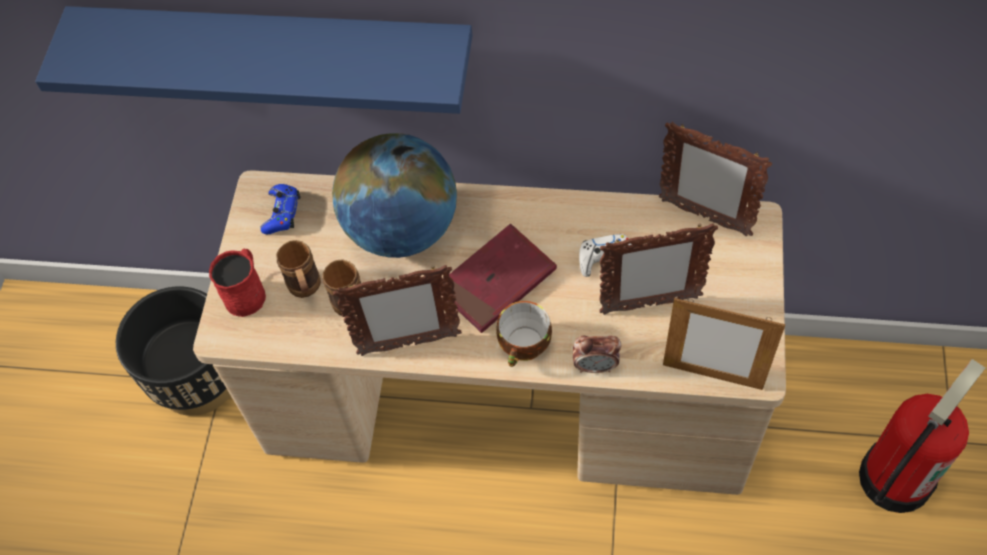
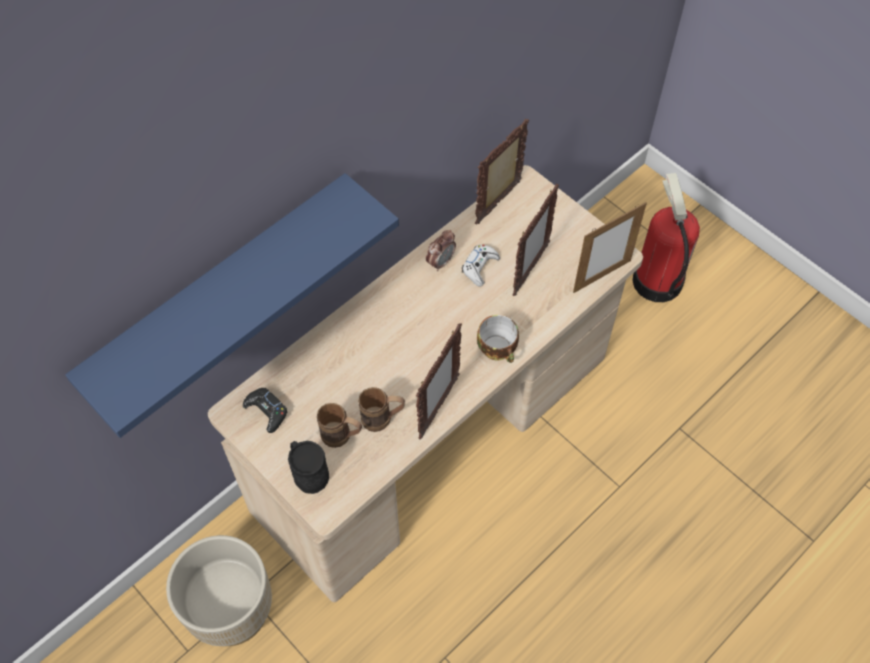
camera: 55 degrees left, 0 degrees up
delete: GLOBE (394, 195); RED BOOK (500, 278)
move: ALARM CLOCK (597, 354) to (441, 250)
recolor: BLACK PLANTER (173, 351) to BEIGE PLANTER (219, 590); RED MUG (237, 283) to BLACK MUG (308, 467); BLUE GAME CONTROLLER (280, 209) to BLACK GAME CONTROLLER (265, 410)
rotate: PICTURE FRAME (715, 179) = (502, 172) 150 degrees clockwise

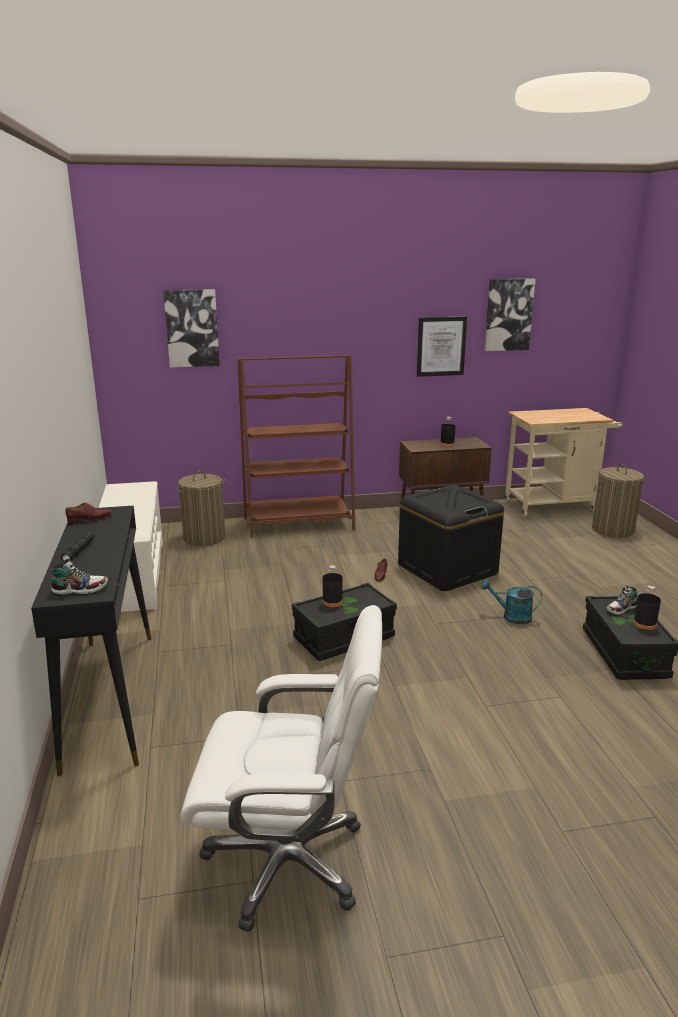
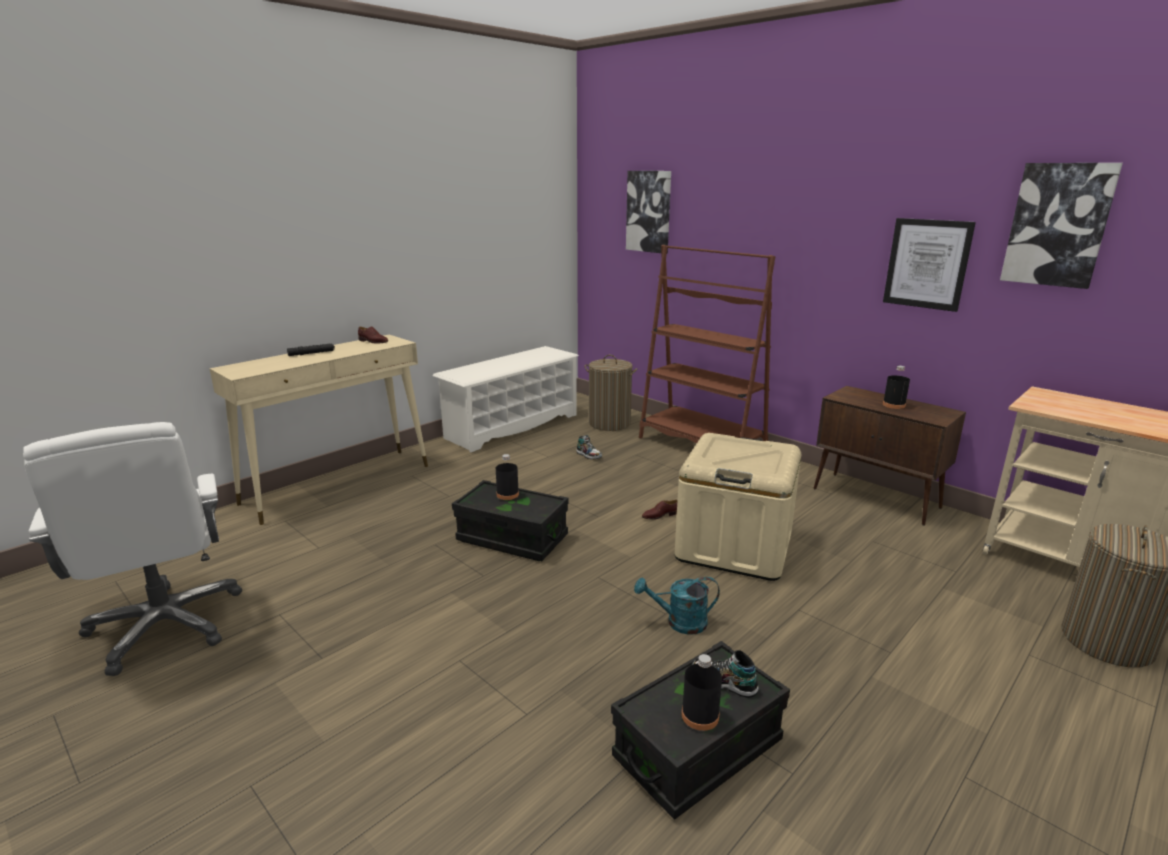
camera: 55 degrees right, 0 degrees up
move: SHOE (79, 577) to (589, 447)
recolor: BLACK CONSOLE TABLE (91, 641) to BEIGE CONSOLE TABLE (318, 430); BLACK STORAGE BOX (451, 538) to BEIGE STORAGE BOX (738, 507)
rotate: TURQUOISE WATERING CAN (511, 602) = (677, 605) 75 degrees counterclockwise

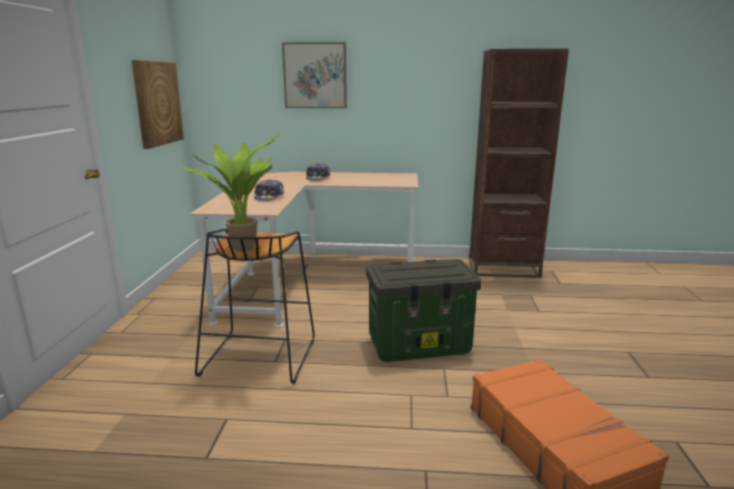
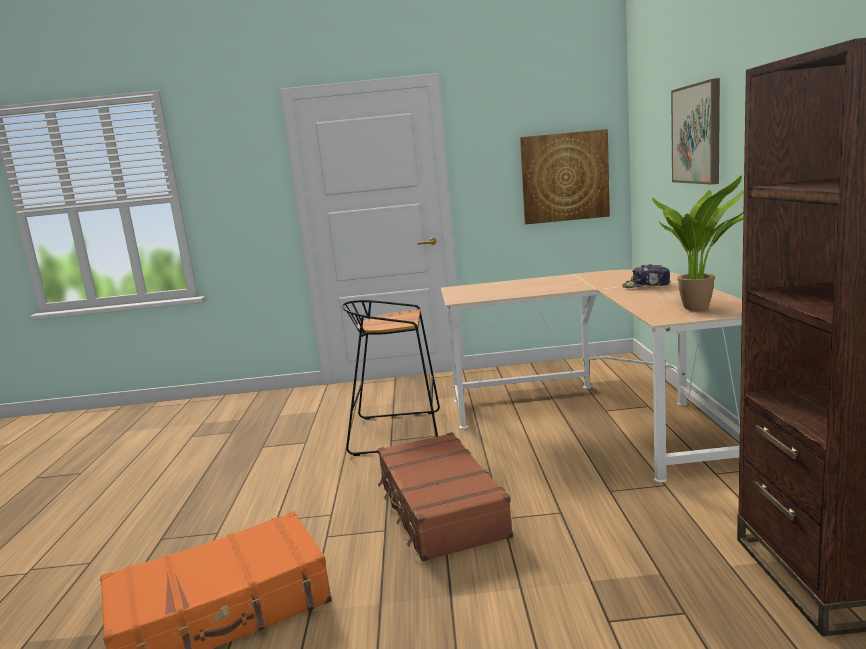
camera: 85 degrees right, 5 degrees down
delete: CAP (269, 190)
move: POTTED PLANT (230, 191) to (698, 243)
replace: STORAGE BOX (424, 310) to BROWN SUITCASE (445, 497)

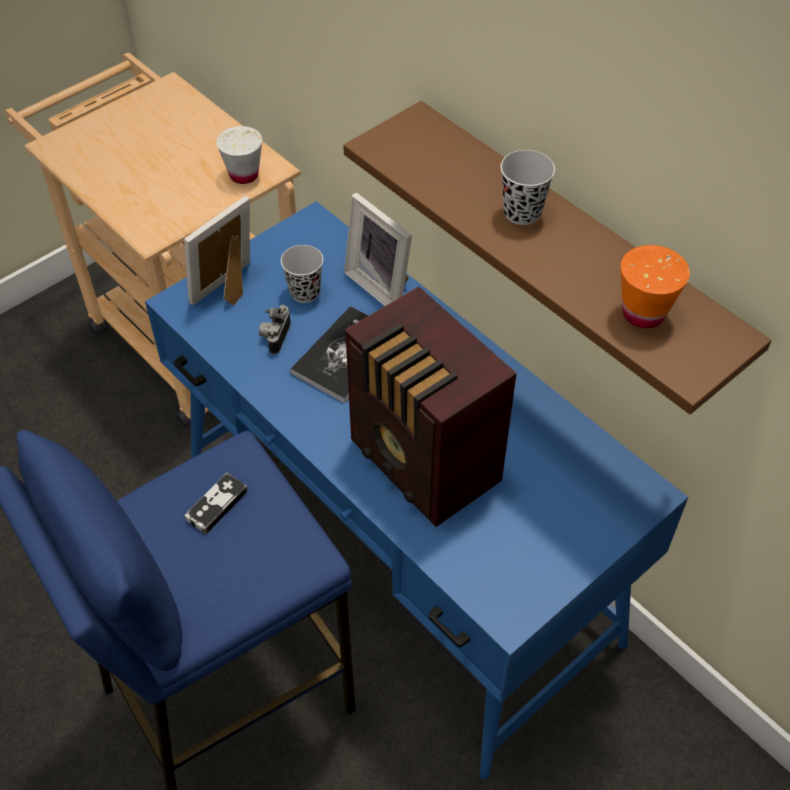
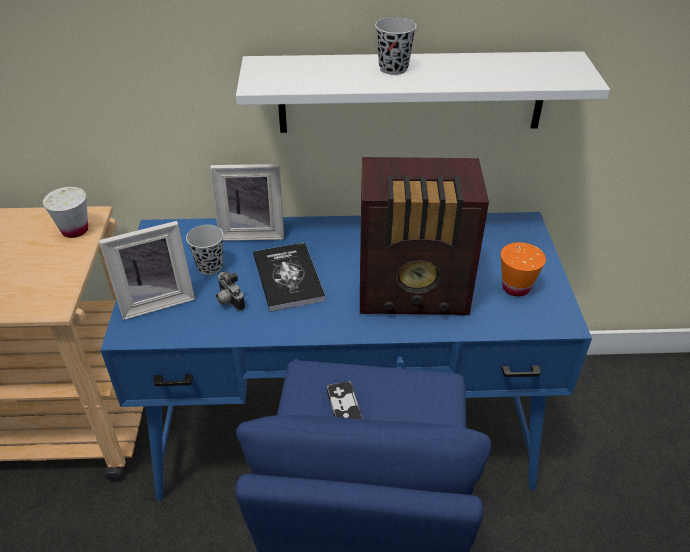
camera: 50 degrees left, 10 degrees down
move: ORANGE CUP (655, 287) to (523, 269)
recolor: BROWN SHELF (557, 257) to WHITE SHELF (423, 92)
rotate: PICTURE FRAME (217, 251) = (147, 270) 105 degrees counterclockwise

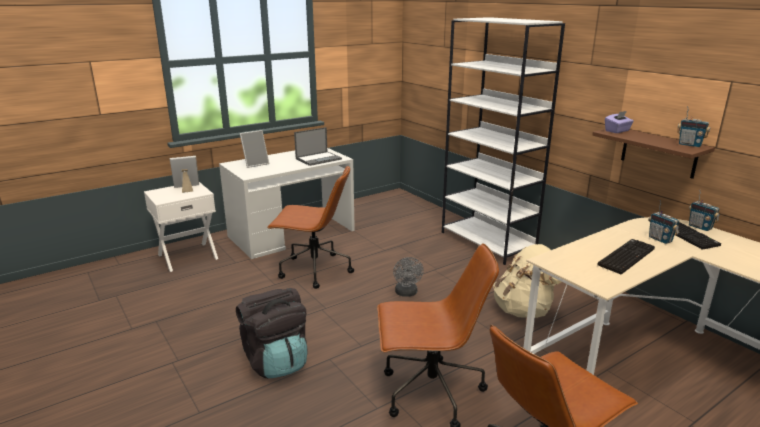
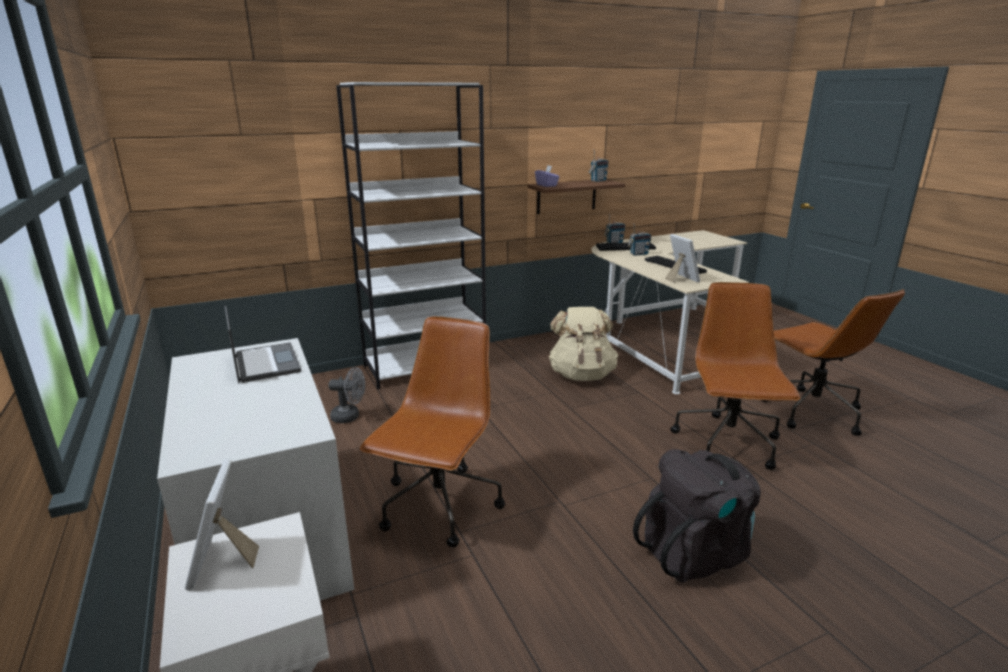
camera: 80 degrees left, 0 degrees up
move: PICTURE FRAME (254, 149) to (682, 258); GREY FAN (408, 277) to (346, 395)

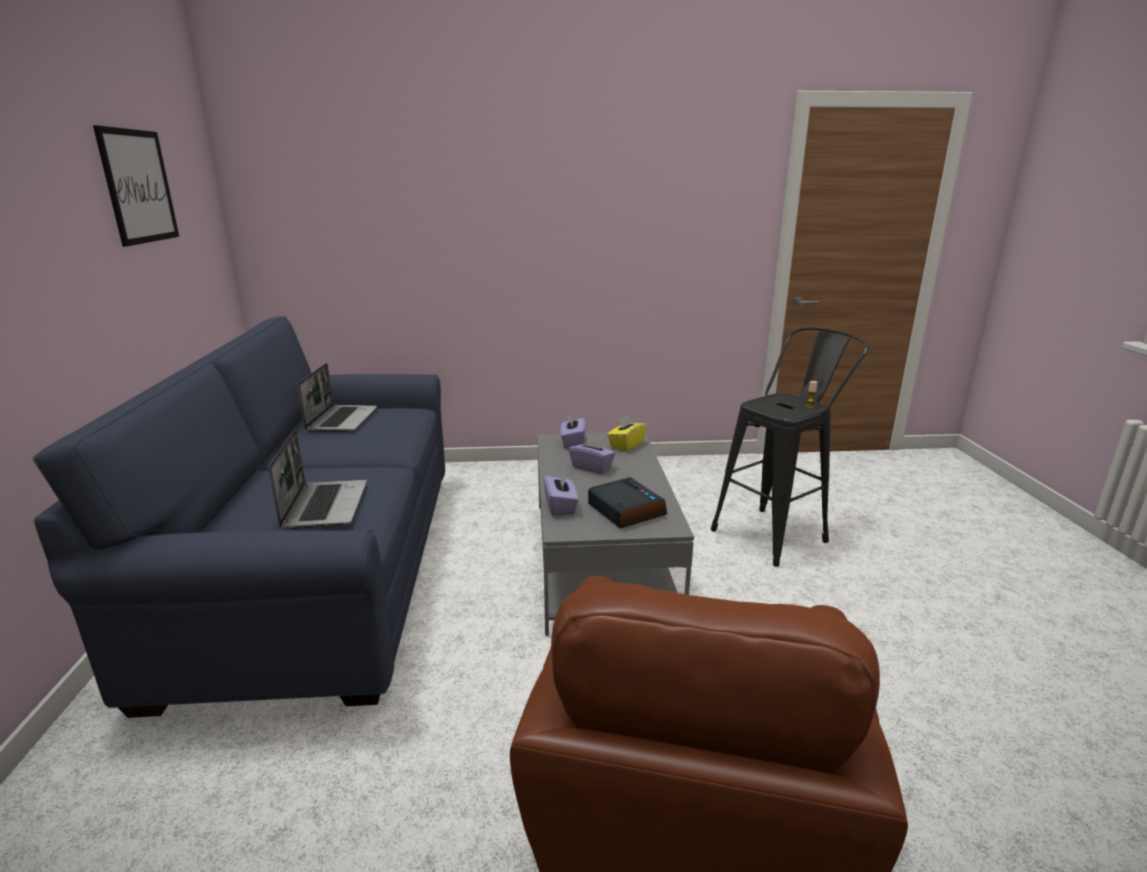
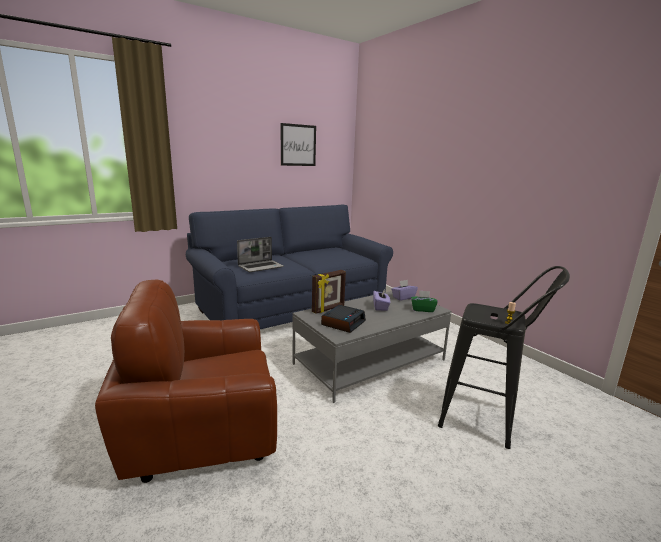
camera: 60 degrees right, 5 degrees down
delete: LAPTOP (337, 397)
replace: PURPLE TISSUE BOX (561, 493) to PICTURE FRAME (329, 291)
recolor: YELLOW TISSUE BOX (627, 433) to GREEN TISSUE BOX (424, 301)

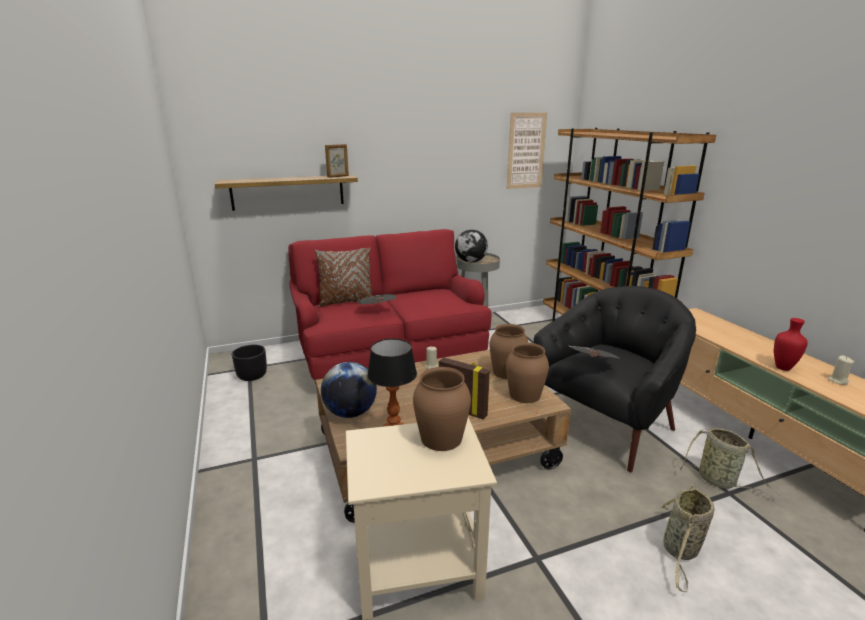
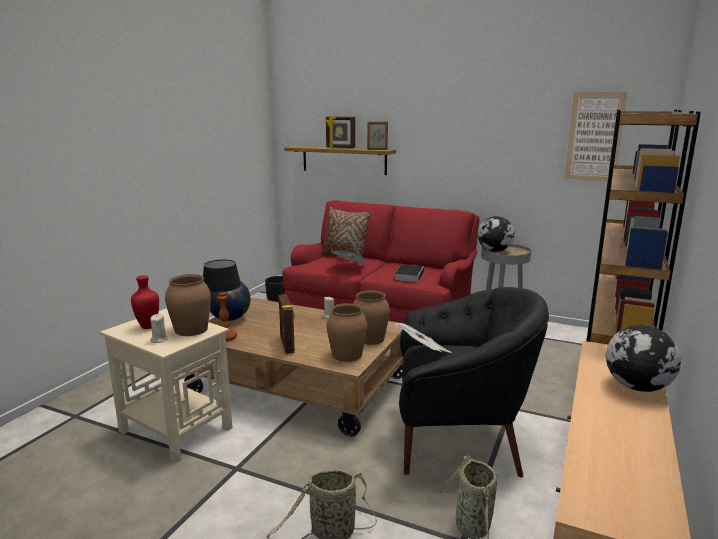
camera: 45 degrees right, 5 degrees down
insert: PICTURE FRAME (340, 131); BOOK (409, 273); GLOBE (643, 358)
move: RED VASE (791, 344) to (145, 302); BEIGE CANDLE (840, 370) to (159, 328)

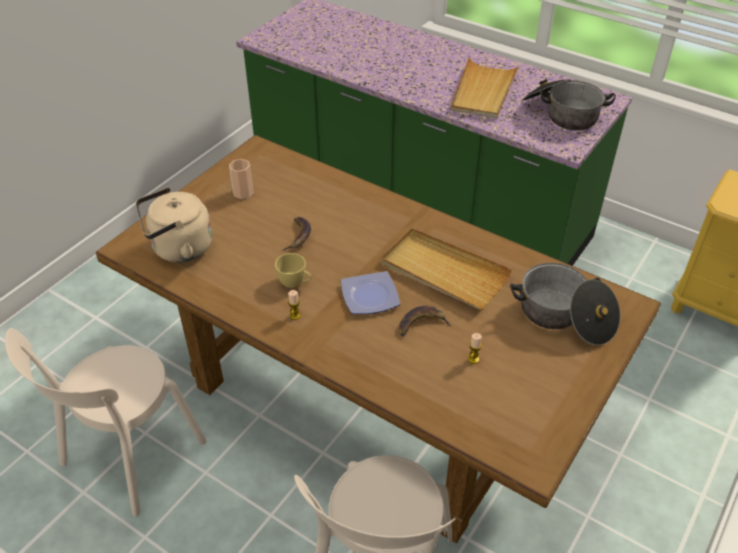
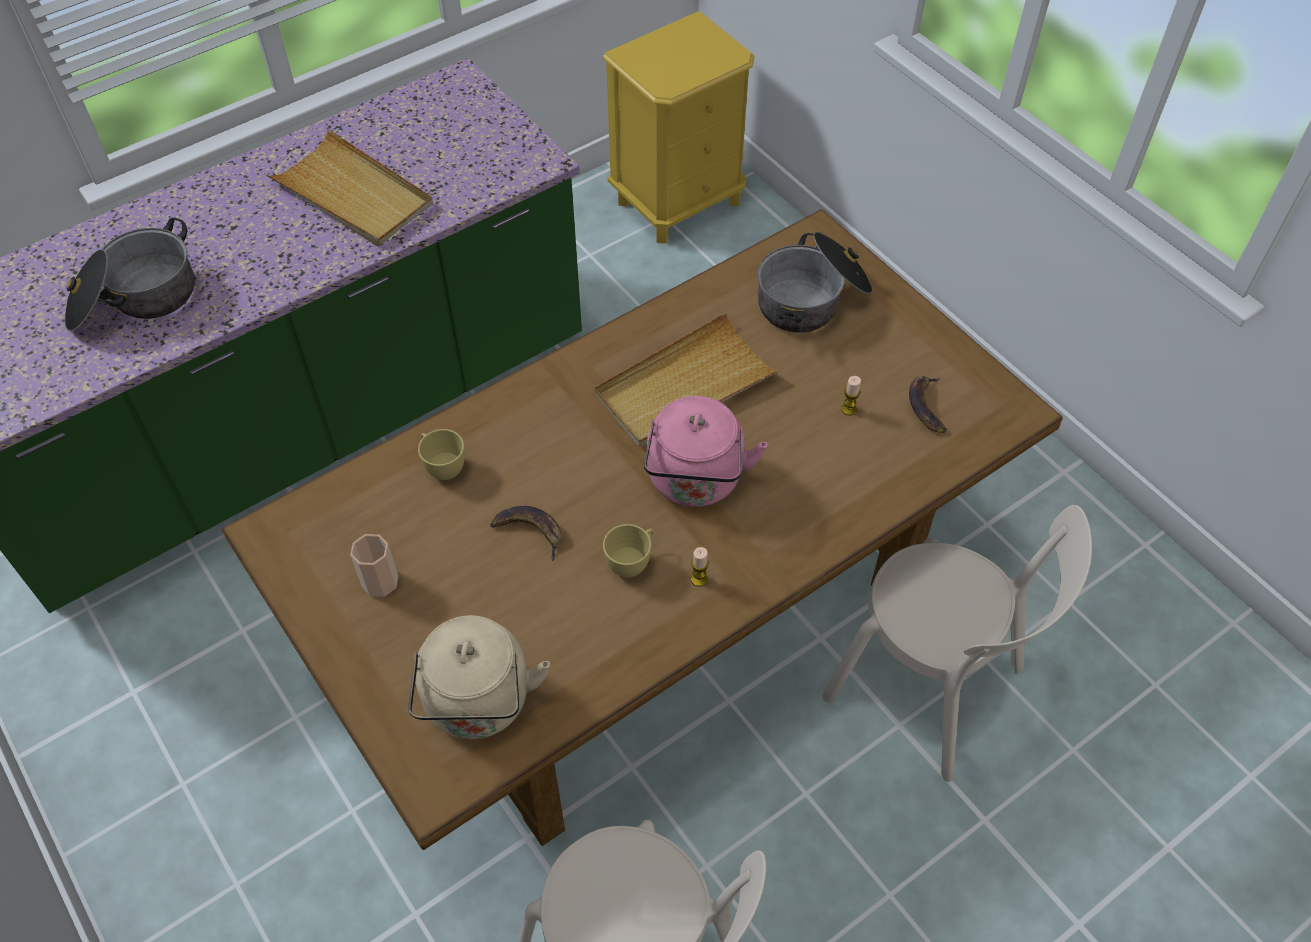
camera: 70 degrees left, 10 degrees up
insert: YELLOW CUP (441, 454)
move: BANANA (425, 320) to (928, 404); COOKING POT (569, 105) to (129, 274)
replace: PLATE (370, 292) to PINK KETTLE (705, 451)

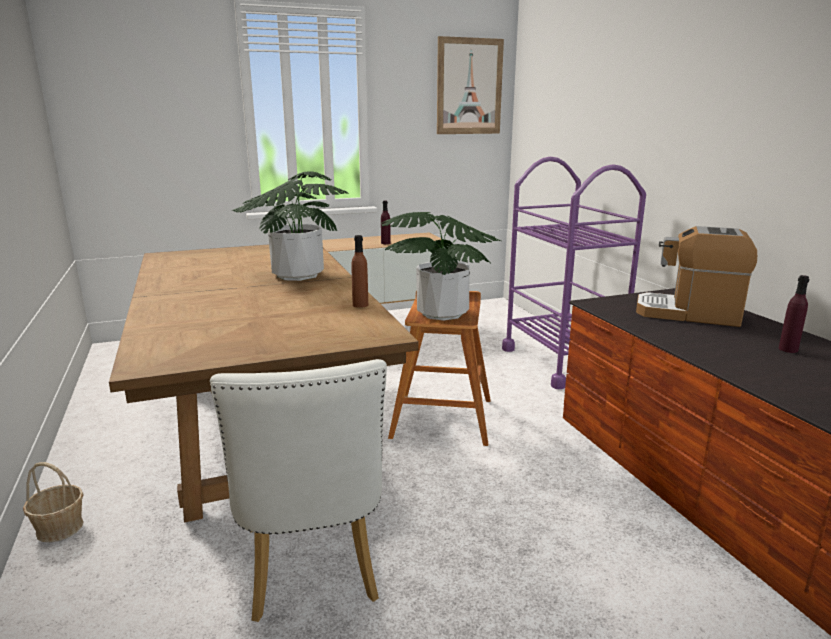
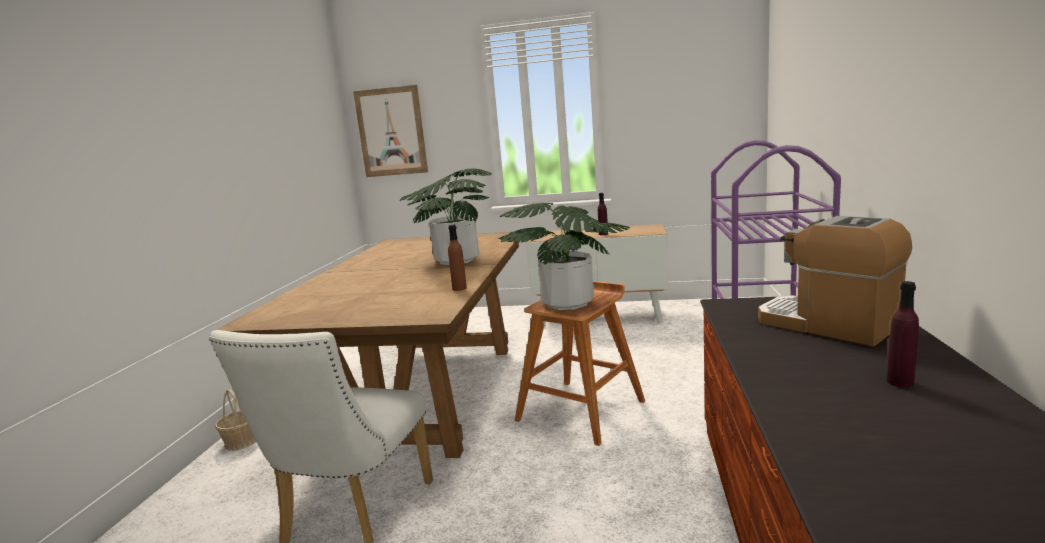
camera: 30 degrees right, 5 degrees down
move: PICTURE (470, 85) to (390, 131)

